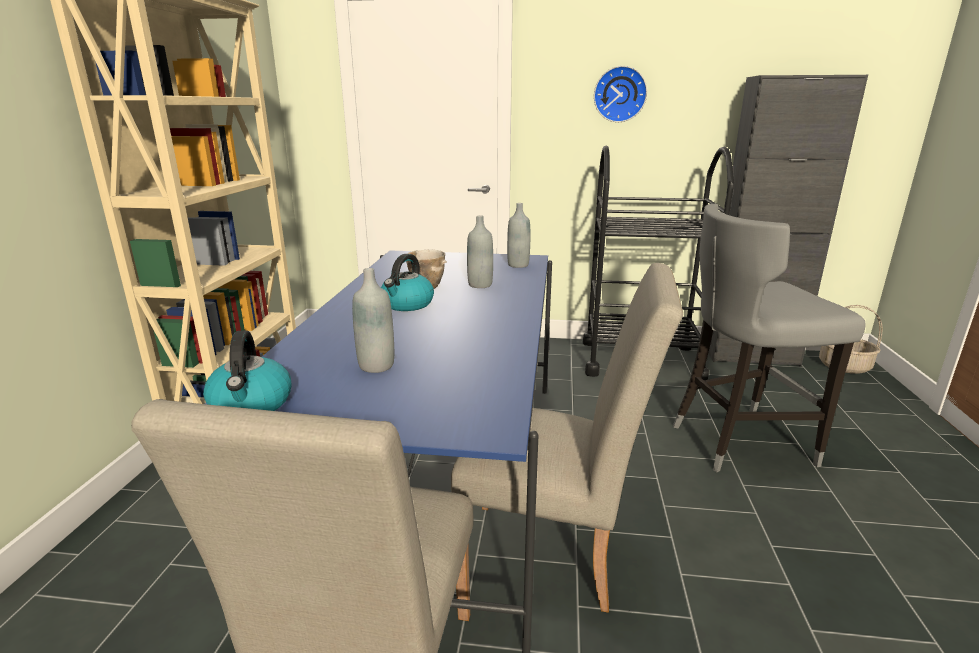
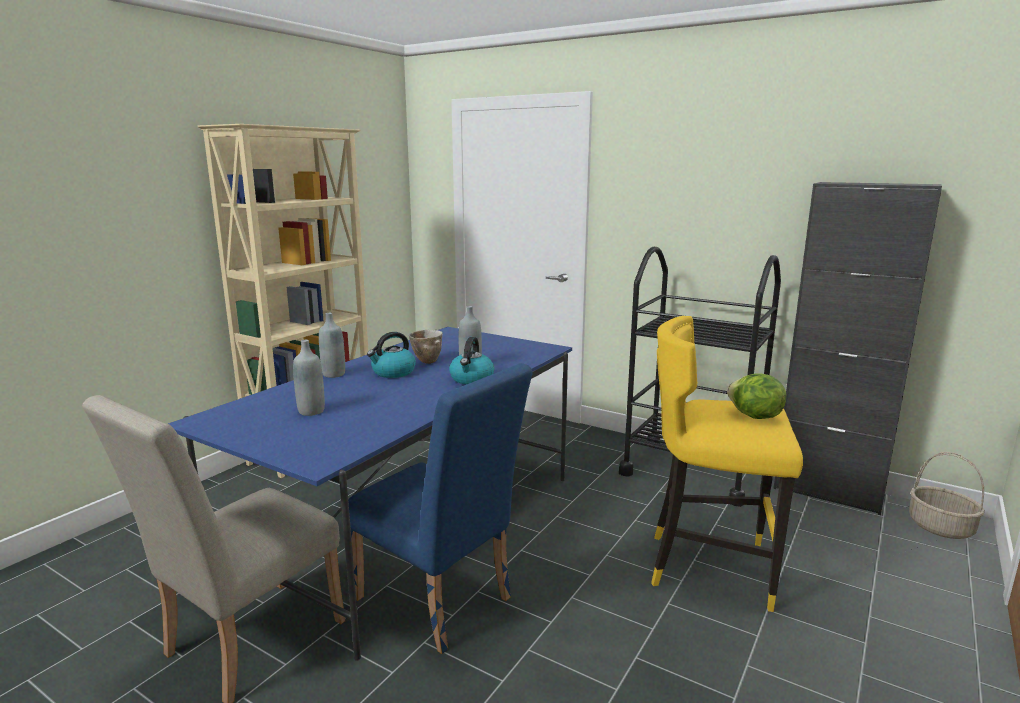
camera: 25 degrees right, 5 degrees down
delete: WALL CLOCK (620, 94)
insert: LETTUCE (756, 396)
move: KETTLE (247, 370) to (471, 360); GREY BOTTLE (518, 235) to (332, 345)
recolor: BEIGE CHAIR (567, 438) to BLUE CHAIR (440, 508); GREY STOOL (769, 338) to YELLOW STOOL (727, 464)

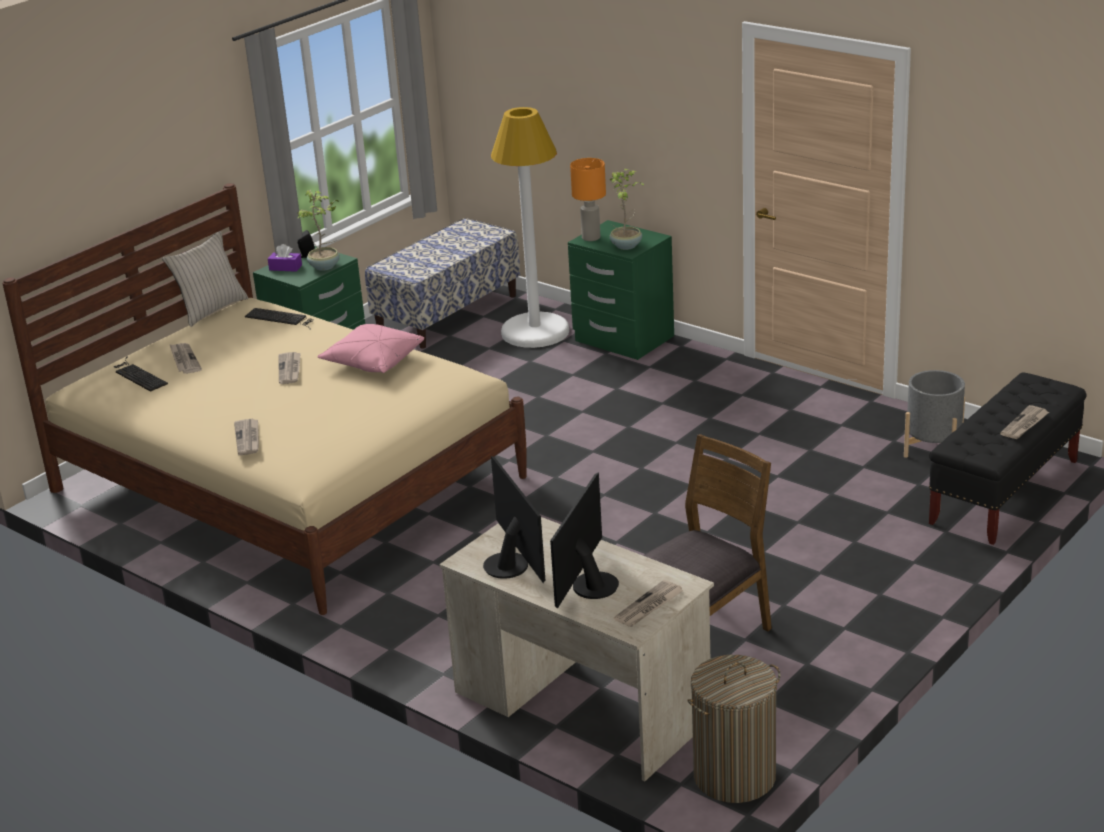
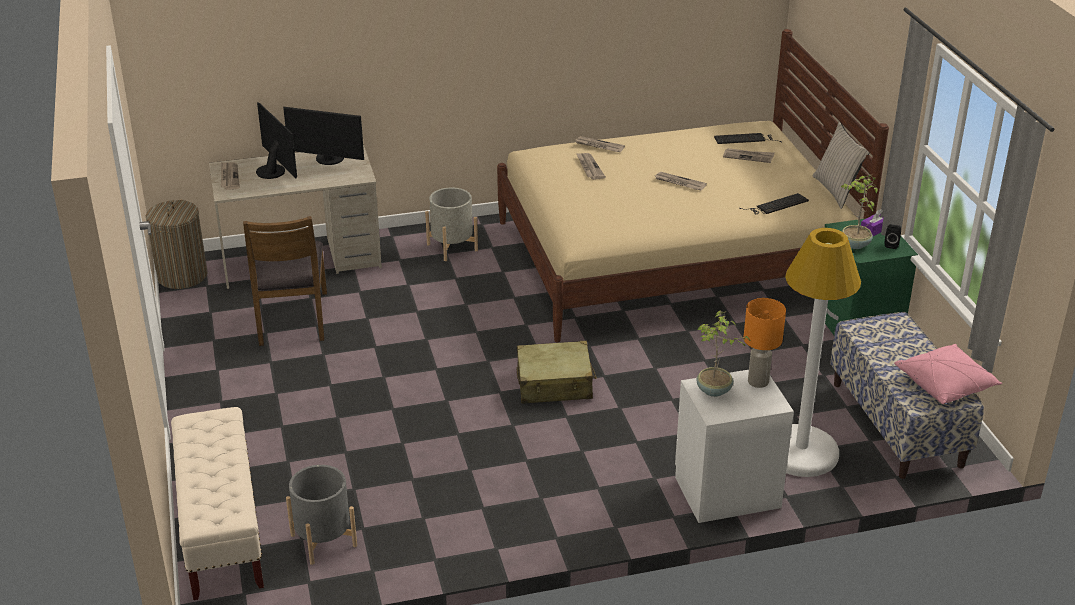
camera: 125 degrees right, 5 degrees up
insert: GREY PLANTER (451, 224); BEIGE SUITCASE (557, 372)
move: PINK PILLOW (370, 348) to (948, 374); NEWSPAPER (1024, 422) to (591, 166)
recolor: GREEN NIGHTSTAND (621, 290) to WHITE NIGHTSTAND (734, 446); BLACK BENCH (1007, 458) to BEIGE BENCH (217, 503)

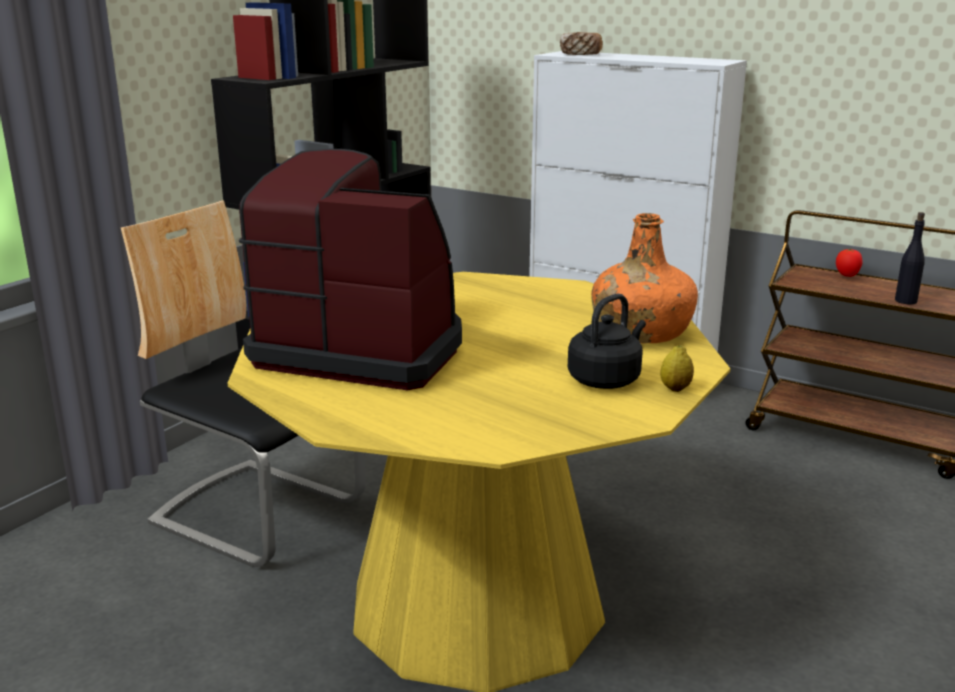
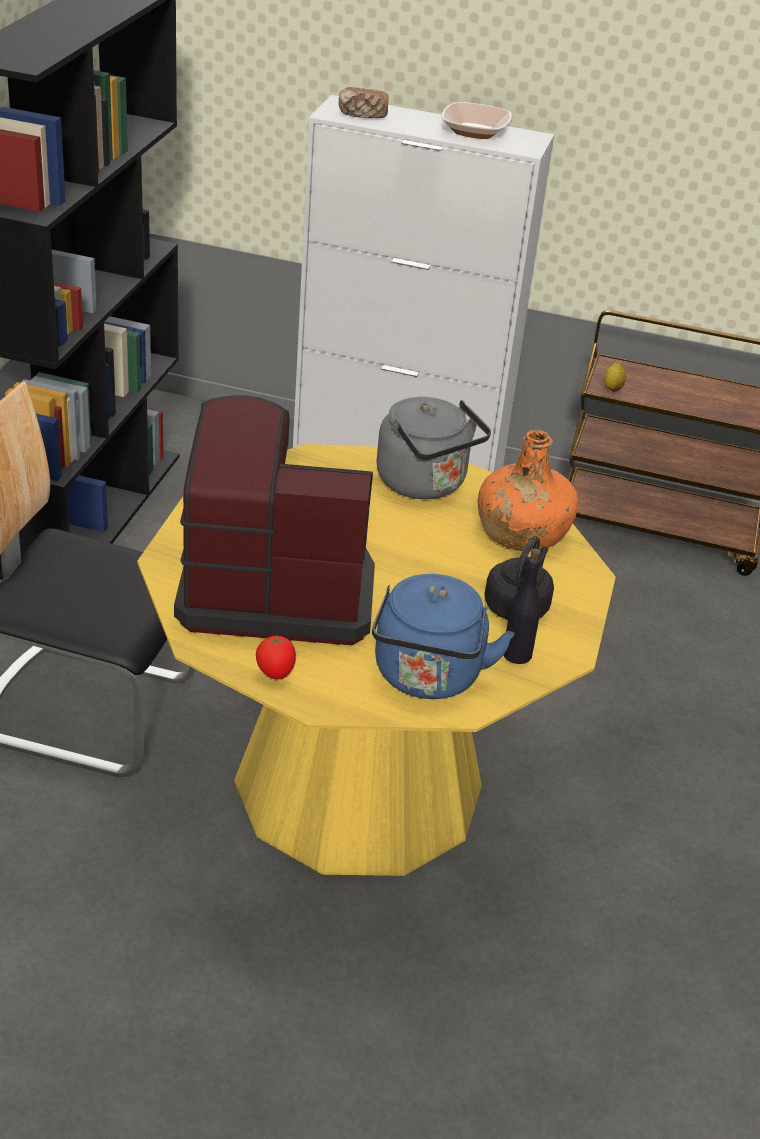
camera: 20 degrees left, 15 degrees up
insert: BLUE KETTLE (443, 636); GREY KETTLE (434, 448); BOWL (476, 120)
move: LEMON (677, 368) to (615, 377); TOMATO (849, 263) to (276, 657); BLACK BOTTLE (910, 258) to (522, 606)

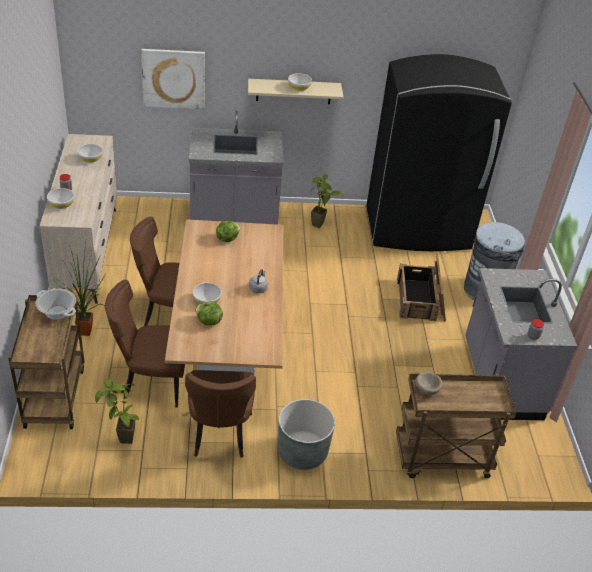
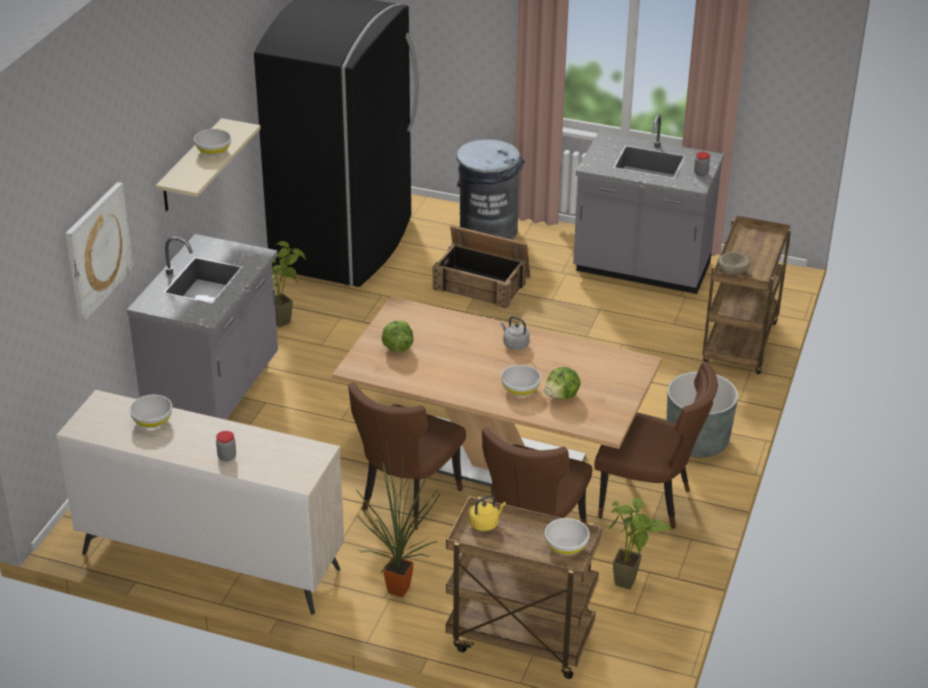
camera: 65 degrees left, 5 degrees down
move: WHITE BOWL (60, 198) to (567, 536)
replace: COOKING POT (56, 304) to YELLOW KETTLE (487, 513)

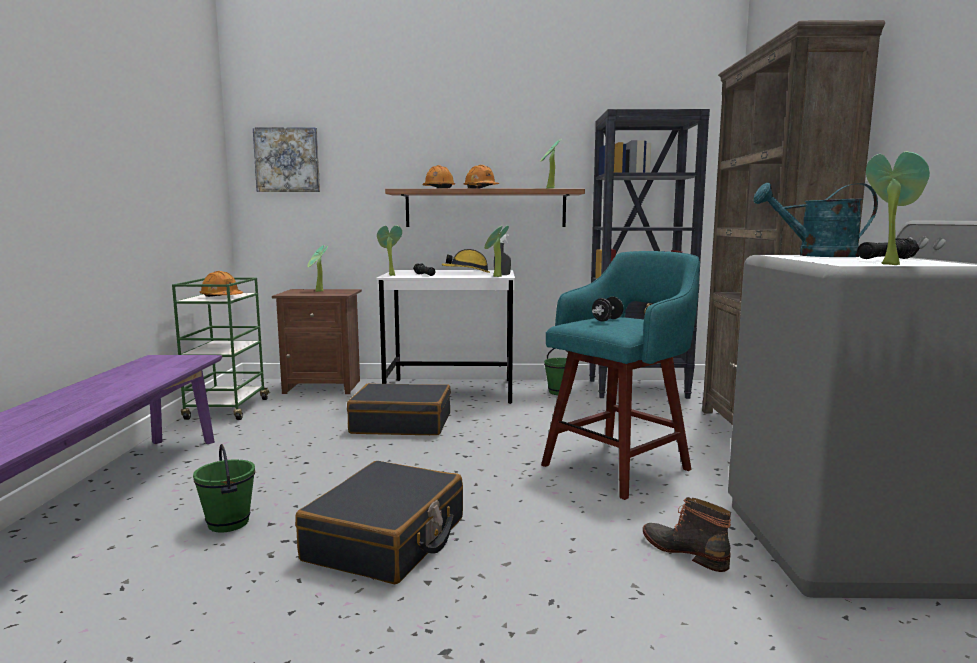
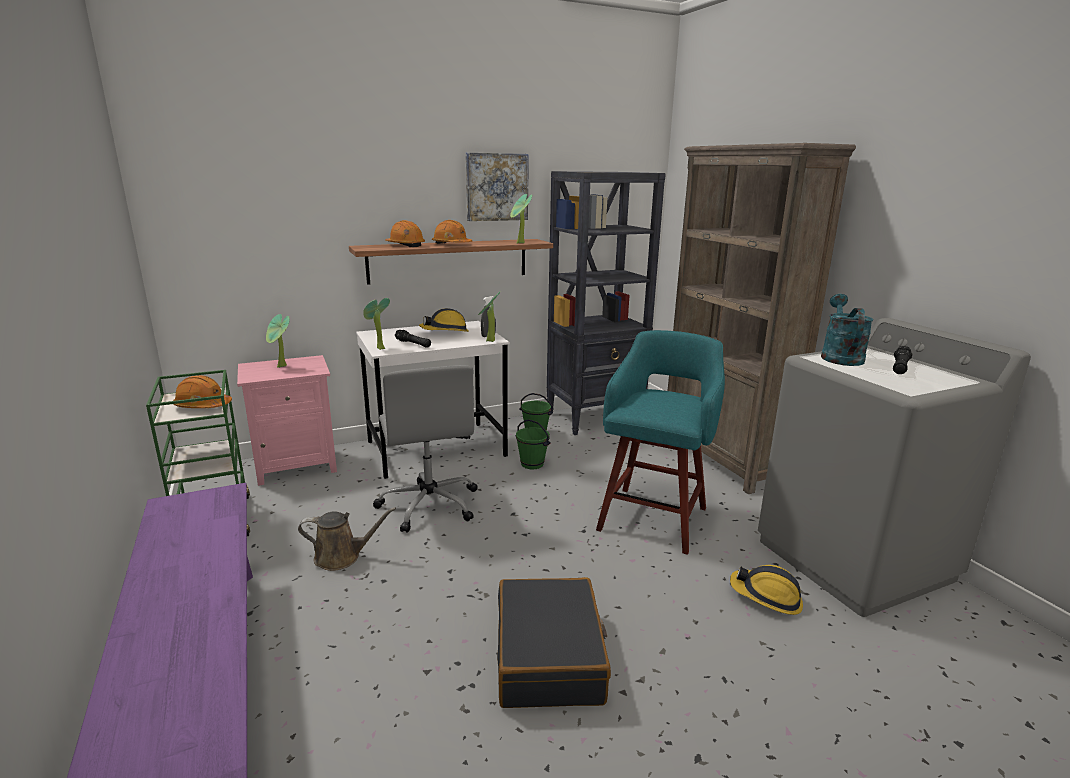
camera: 25 degrees left, 10 degrees up
delete: BLACK DUMBBELL (607, 308); POTTED PLANT (898, 208)
insert: BROWN WATERING CAN (347, 539)
move: GREEN BUCKET (224, 488) to (533, 444); PICTURE (286, 159) to (497, 187)
replace: BLACK SUITCASE (399, 409) to GREY OFFICE CHAIR (425, 448); BOOT (687, 534) to HARD HAT (766, 590)
recolor: BROWN NIGHTSTAND (317, 341) to PINK NIGHTSTAND (287, 420)
rotate: TURQUOISE WATERING CAN (815, 219) = (847, 330) 120 degrees clockwise

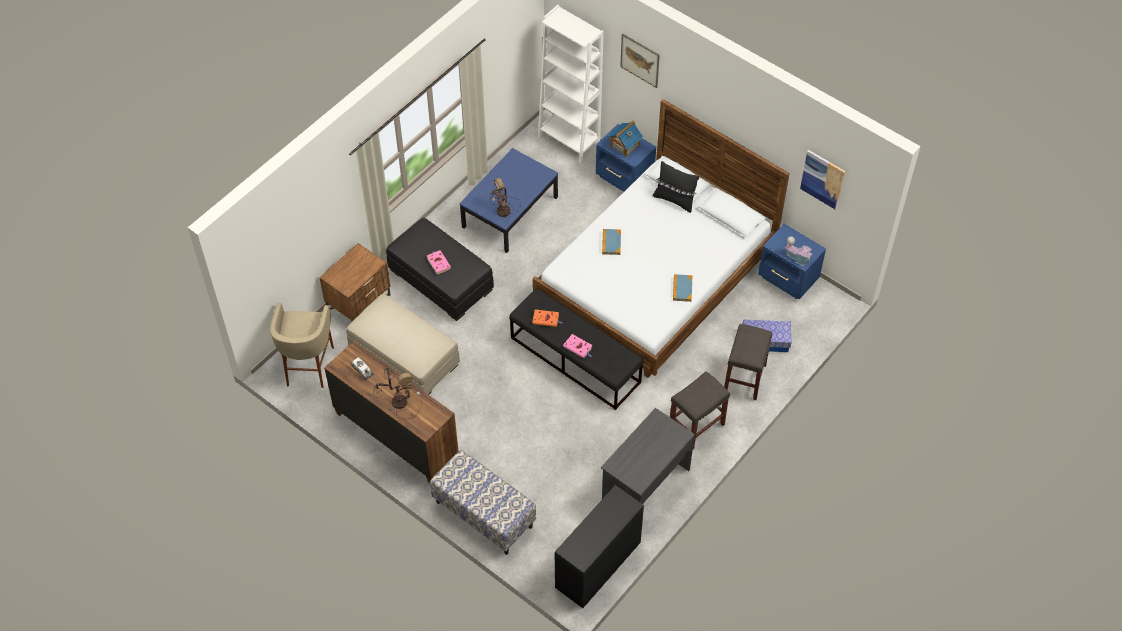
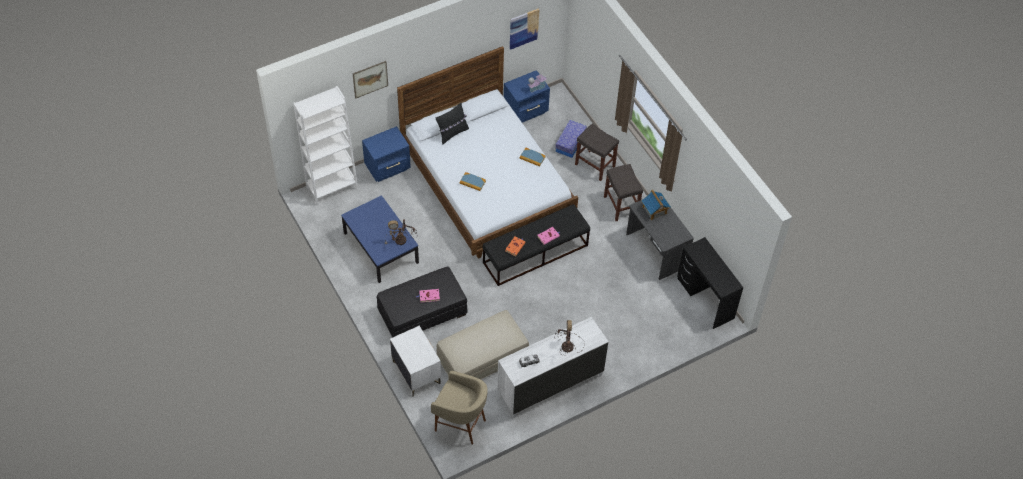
camera: 70 degrees left, 0 degrees up
delete: BENCH (483, 502)
move: TOY HOUSE (625, 138) to (656, 205)
recolor: BROWN NIGHTSTAND (355, 282) to WHITE NIGHTSTAND (415, 361); BROWN DRESSER (391, 412) to WHITE DRESSER (552, 367)

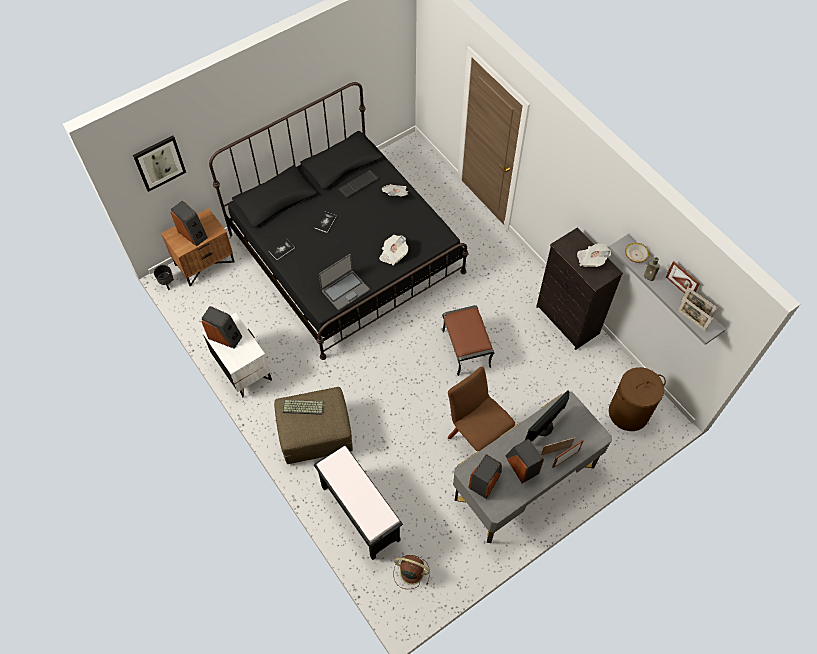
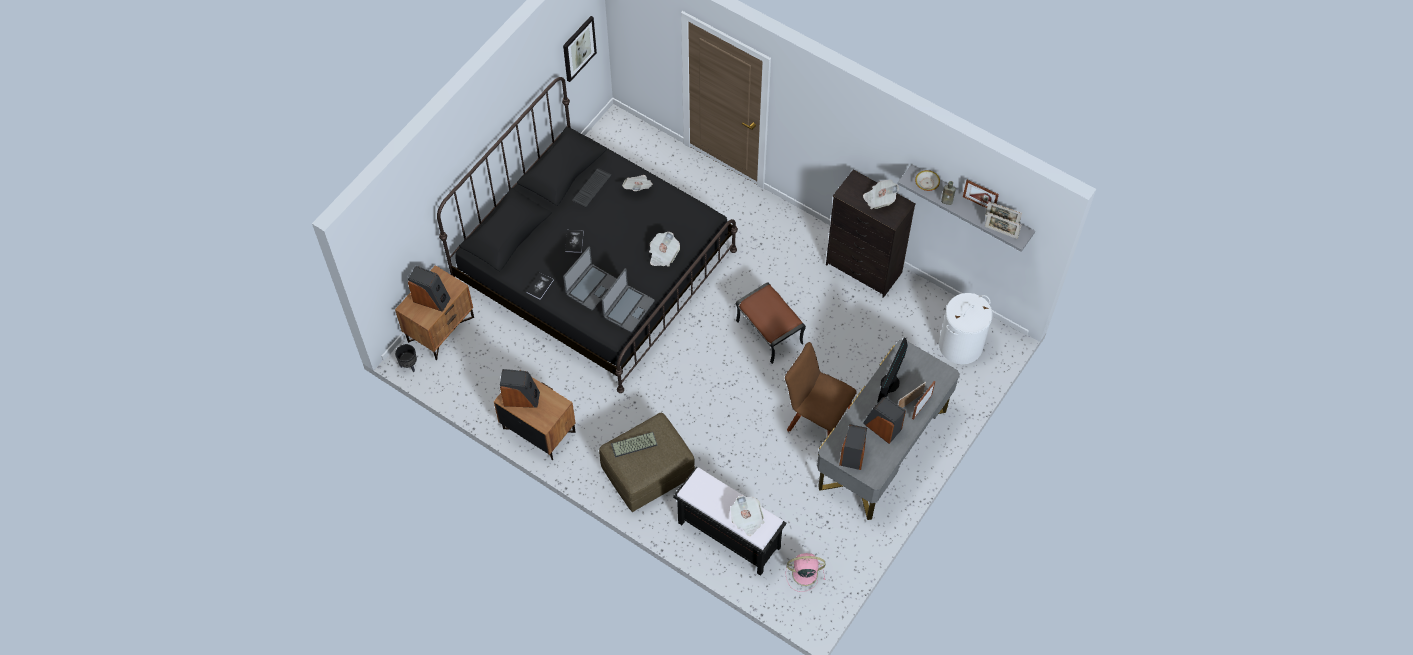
camera: 20 degrees left, 0 degrees up
insert: LAPTOP (590, 278); NEWSPAPER (747, 515)
move: PICTURE (159, 164) to (580, 49)
recolor: WHITE NIGHTSTAND (237, 355) to BROWN NIGHTSTAND (535, 415); BROWN FAN (411, 572) to PINK FAN (805, 572); BROWN LAUNDRY BASKET (637, 399) to WHITE LAUNDRY BASKET (966, 328)

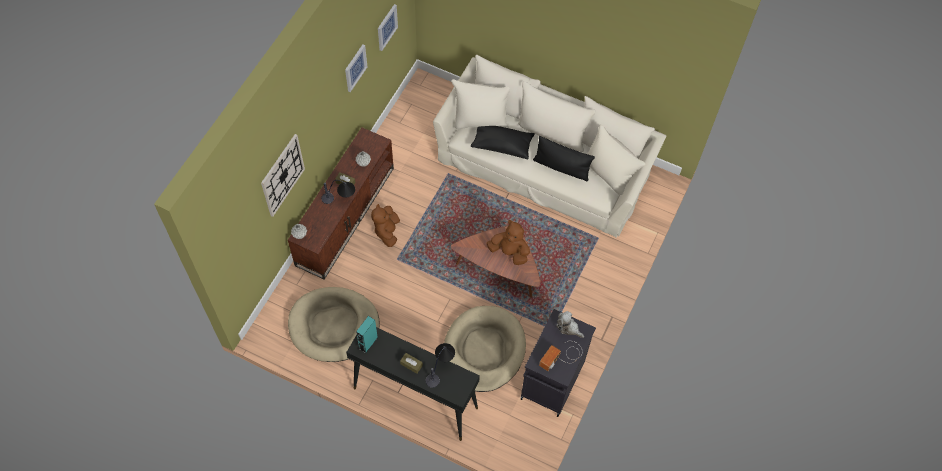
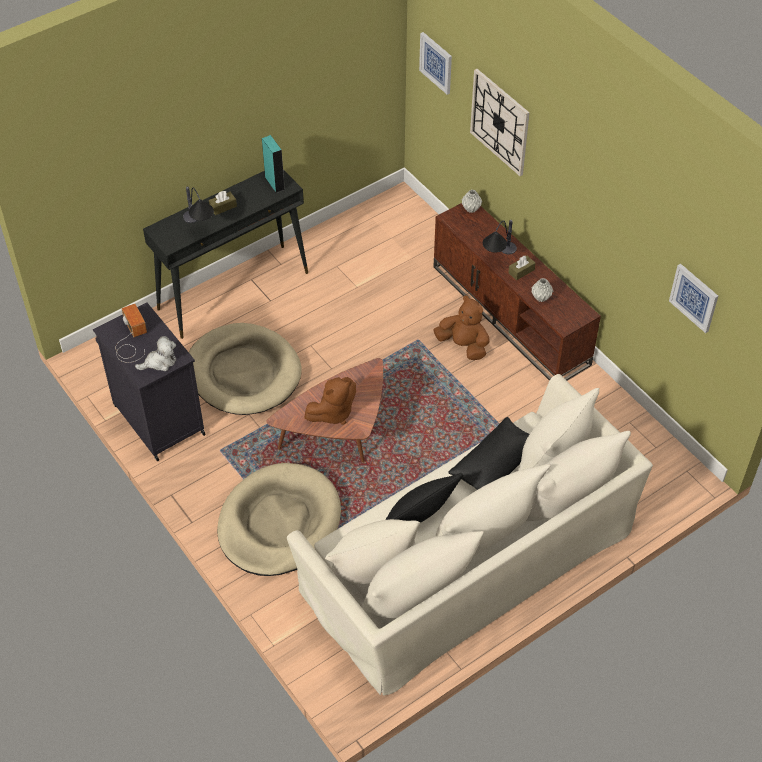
camera: 120 degrees right, 10 degrees down
move: BEIGE DOG BED (333, 324) to (279, 519); PICTURE (356, 68) to (435, 63)

